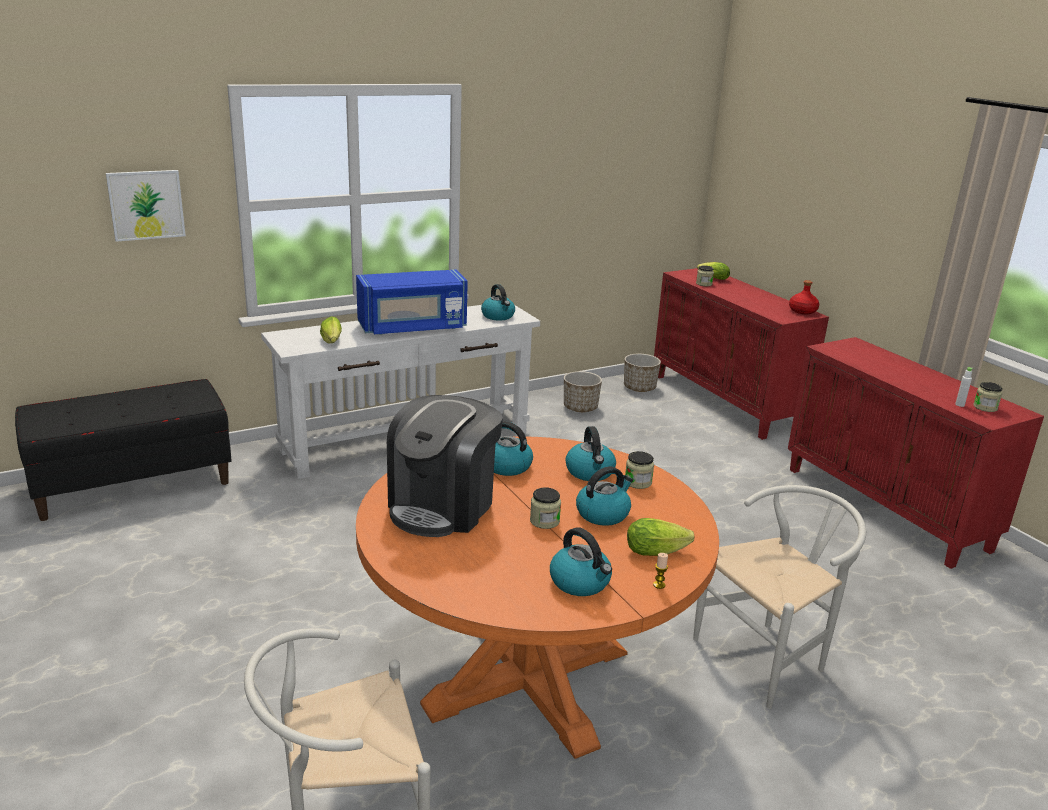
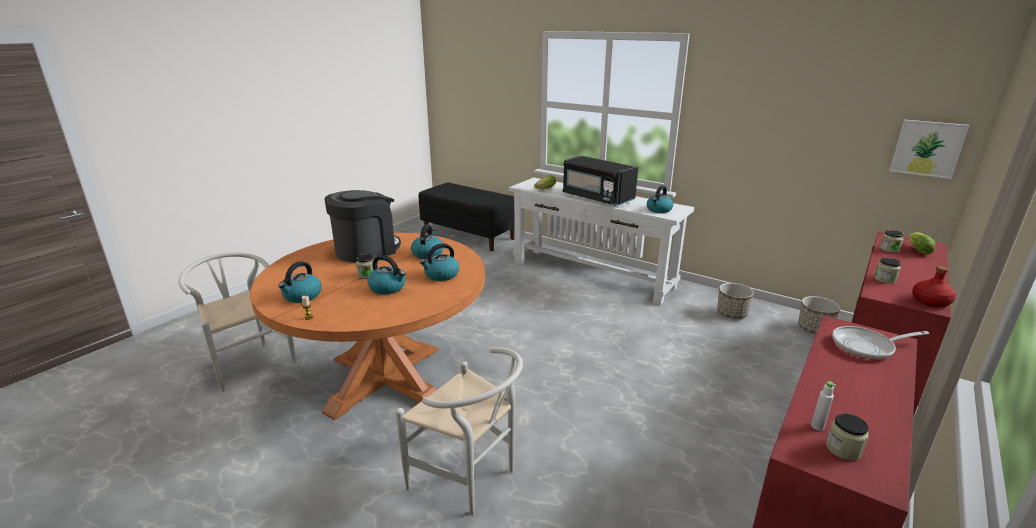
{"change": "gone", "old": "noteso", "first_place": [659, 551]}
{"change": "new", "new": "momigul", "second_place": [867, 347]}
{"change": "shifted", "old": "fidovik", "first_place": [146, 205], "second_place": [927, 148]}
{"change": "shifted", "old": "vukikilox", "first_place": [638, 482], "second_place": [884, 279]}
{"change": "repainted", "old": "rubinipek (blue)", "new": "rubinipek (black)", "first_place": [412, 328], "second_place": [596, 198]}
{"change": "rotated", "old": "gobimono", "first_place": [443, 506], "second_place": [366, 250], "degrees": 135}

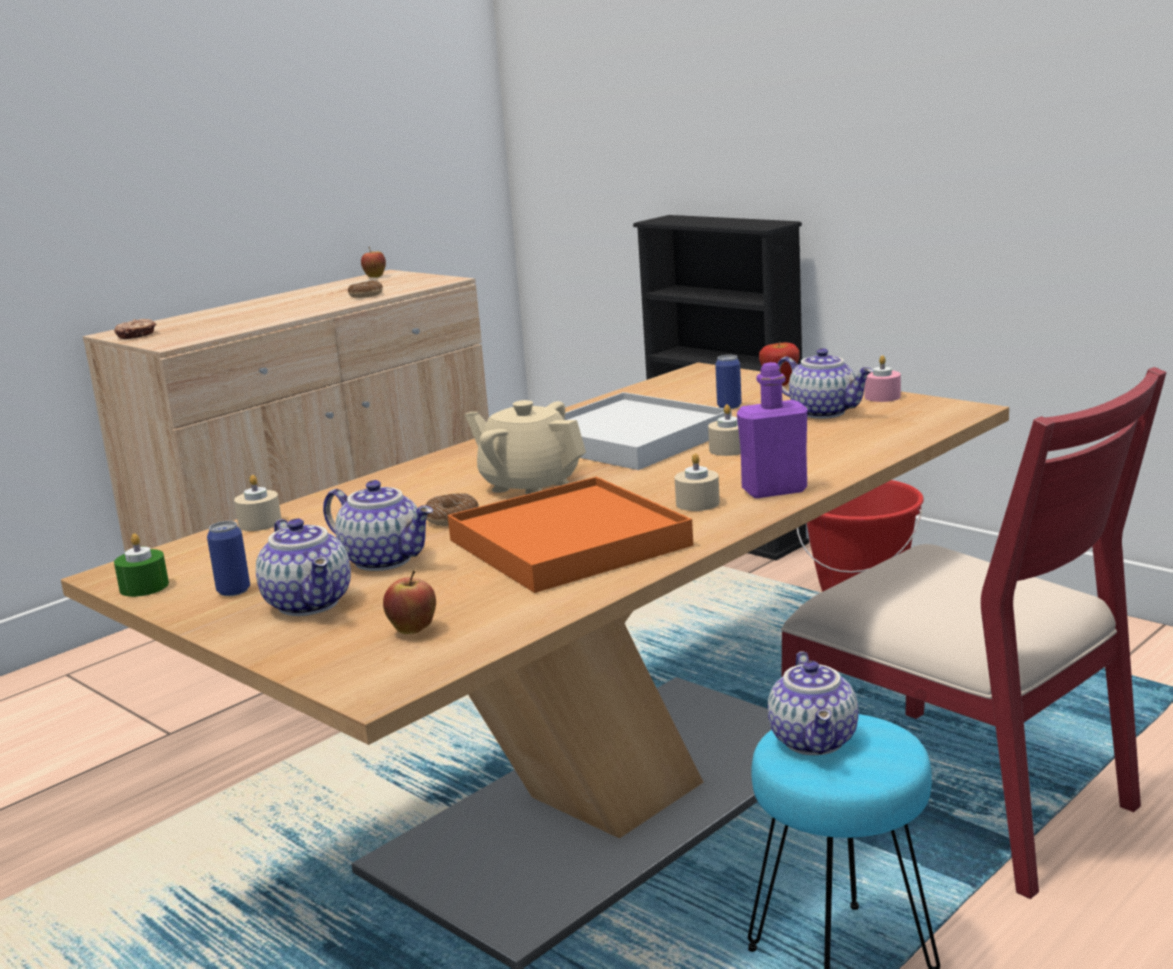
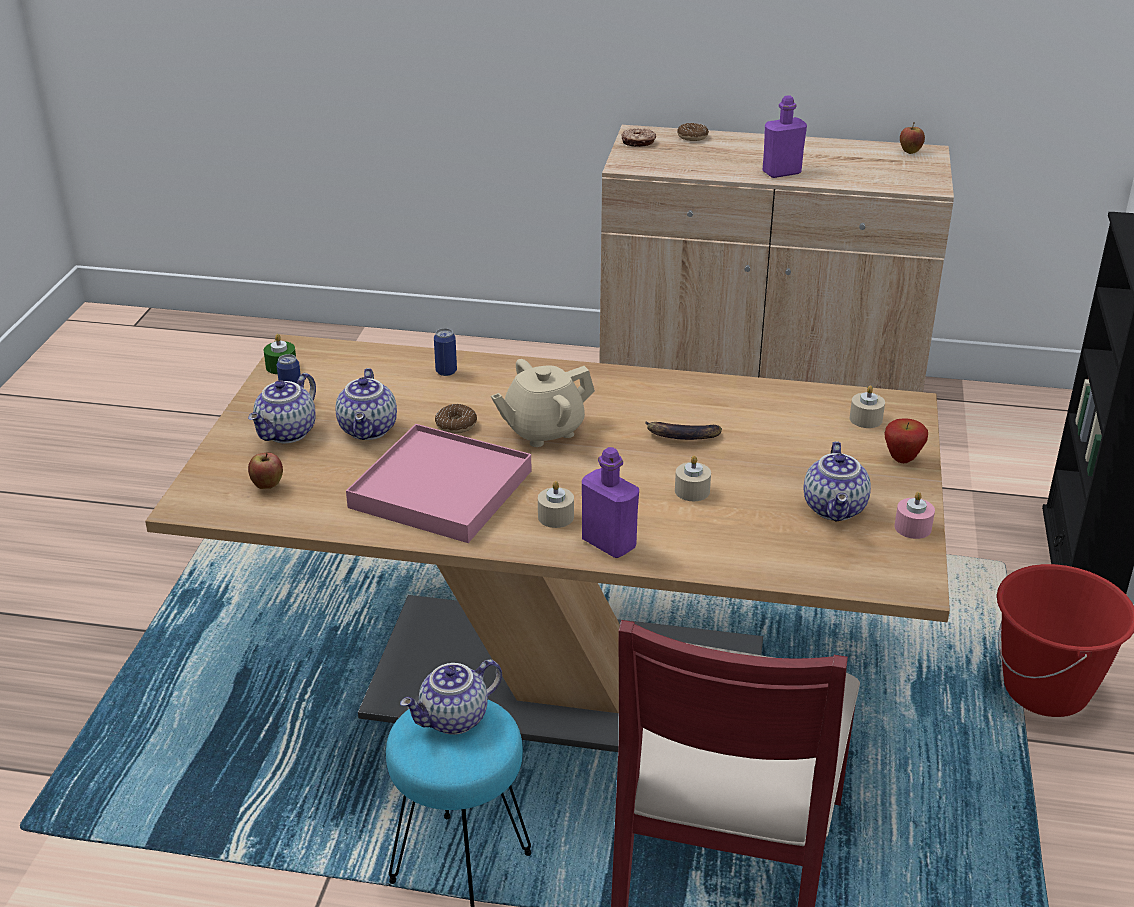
{"change": "new", "new": "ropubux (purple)", "second_place": [781, 172]}
{"change": "shifted", "old": "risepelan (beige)", "first_place": [260, 523], "second_place": [866, 419]}
{"change": "shifted", "old": "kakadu", "first_place": [366, 295], "second_place": [692, 137]}
{"change": "shifted", "old": "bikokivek", "first_place": [729, 406], "second_place": [446, 371]}
{"change": "swapped", "old": "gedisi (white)", "new": "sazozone", "first_place": [631, 439], "second_place": [681, 436]}
{"change": "repainted", "old": "gedisi (orange)", "new": "gedisi (pink)", "first_place": [568, 543], "second_place": [440, 489]}
{"change": "rotated", "old": "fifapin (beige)", "first_place": [529, 485], "second_place": [543, 430], "degrees": -120}

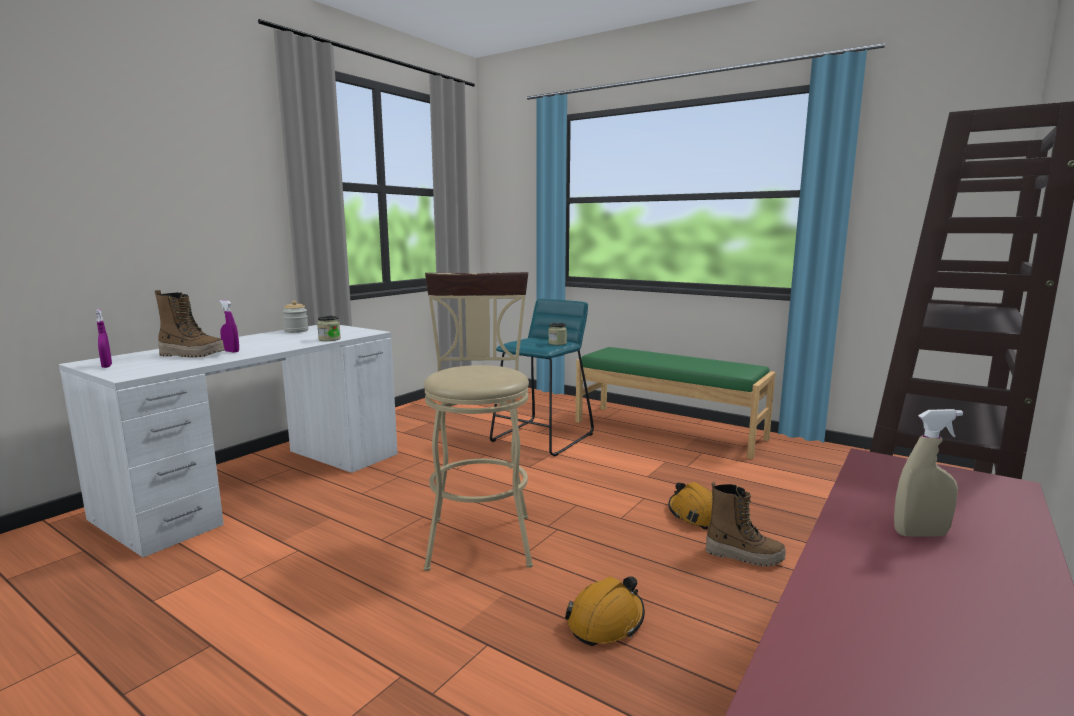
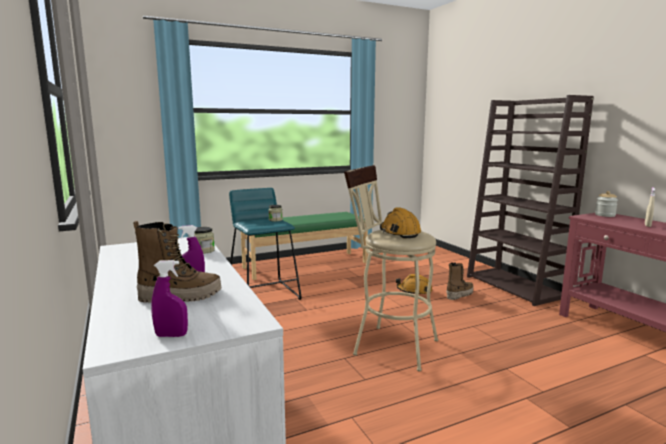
{"change": "shifted", "old": "vukikilox", "first_place": [296, 331], "second_place": [605, 215]}
{"change": "shifted", "old": "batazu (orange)", "first_place": [606, 621], "second_place": [399, 232]}
{"change": "rotated", "old": "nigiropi", "first_place": [192, 355], "second_place": [180, 297], "degrees": 45}

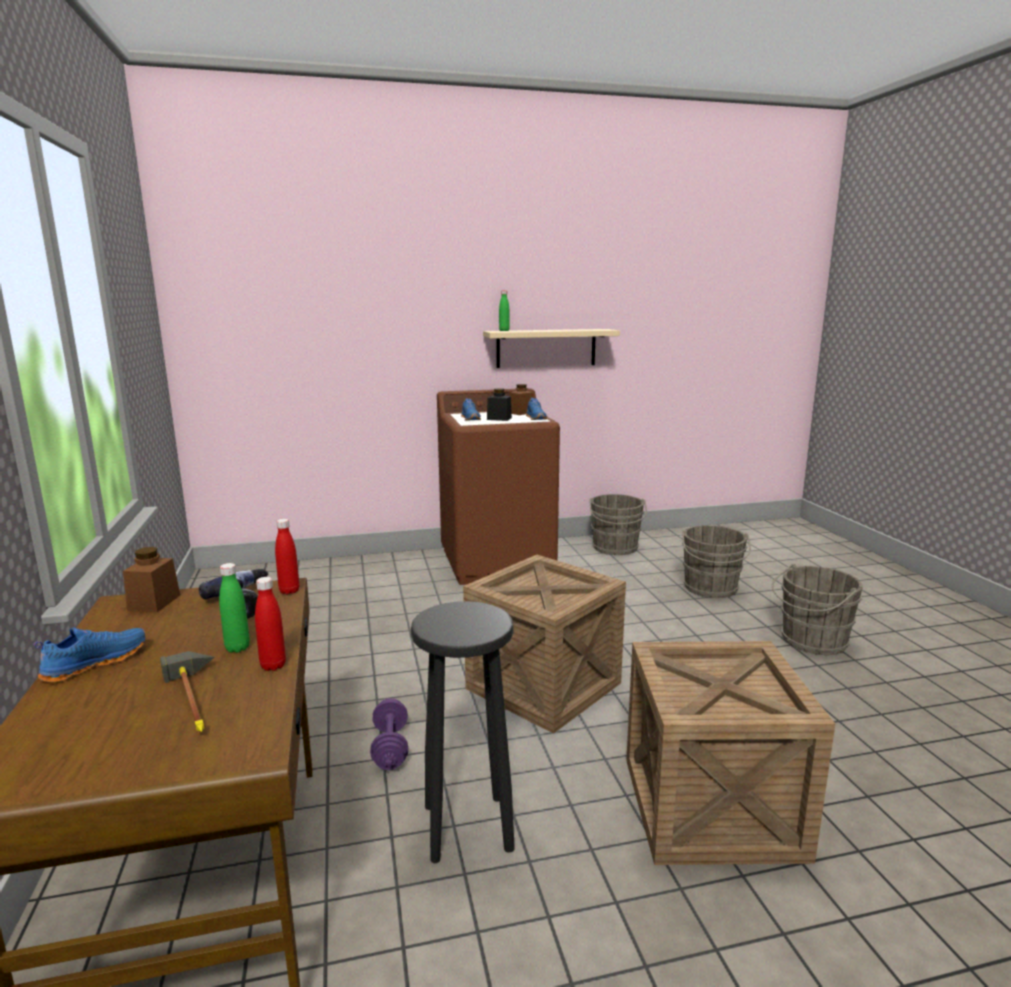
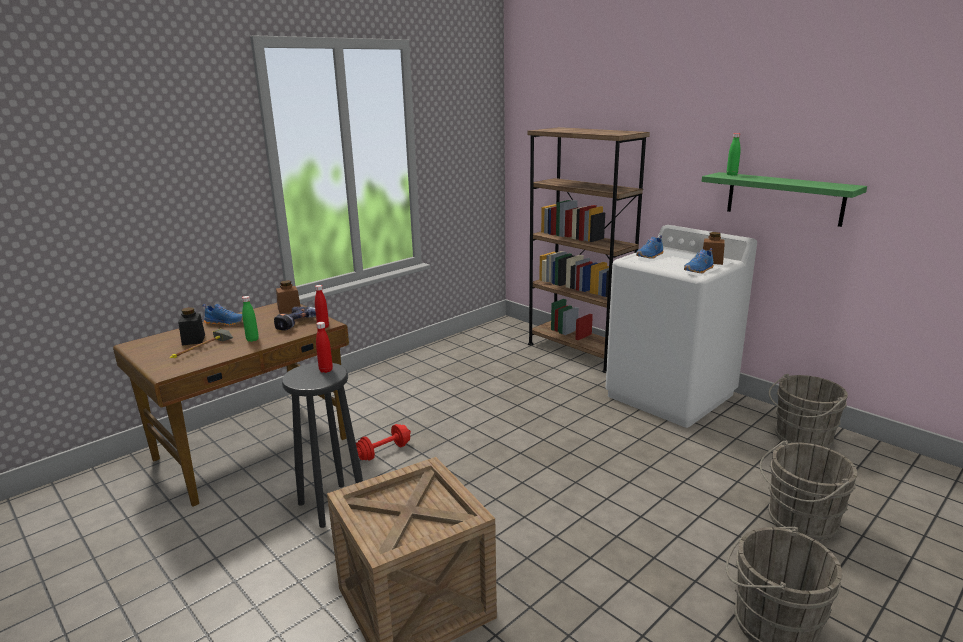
{"change": "gone", "old": "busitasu", "first_place": [543, 686]}
{"change": "new", "new": "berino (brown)", "second_place": [578, 351]}
{"change": "shifted", "old": "ropubux (red)", "first_place": [273, 665], "second_place": [326, 370]}
{"change": "shifted", "old": "vukikilox (black)", "first_place": [499, 418], "second_place": [193, 340]}
{"change": "repainted", "old": "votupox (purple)", "new": "votupox (red)", "first_place": [390, 748], "second_place": [384, 452]}
{"change": "repainted", "old": "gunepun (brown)", "new": "gunepun (white)", "first_place": [497, 562], "second_place": [671, 395]}
{"change": "repainted", "old": "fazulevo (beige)", "new": "fazulevo (green)", "first_place": [546, 348], "second_place": [784, 198]}

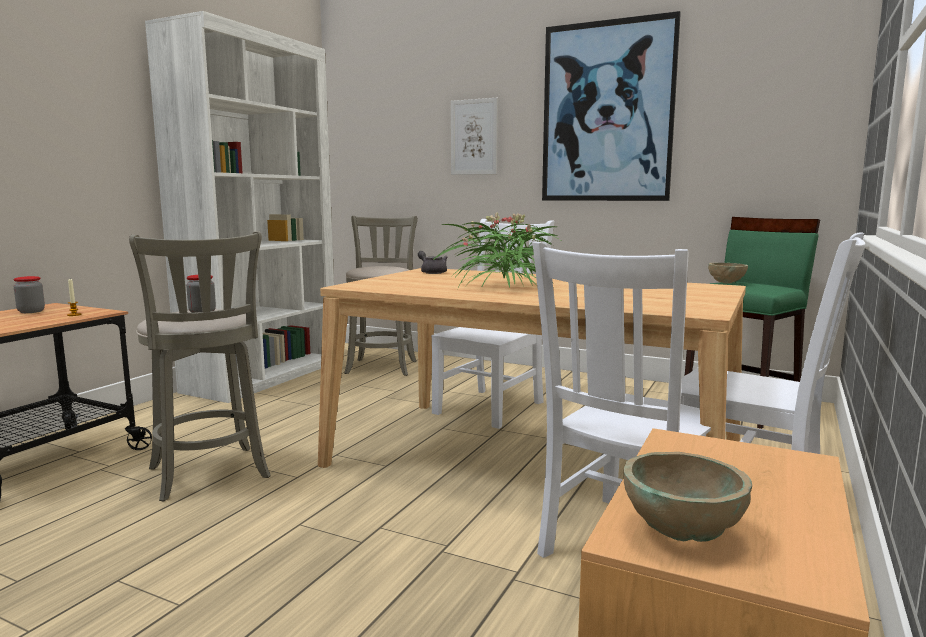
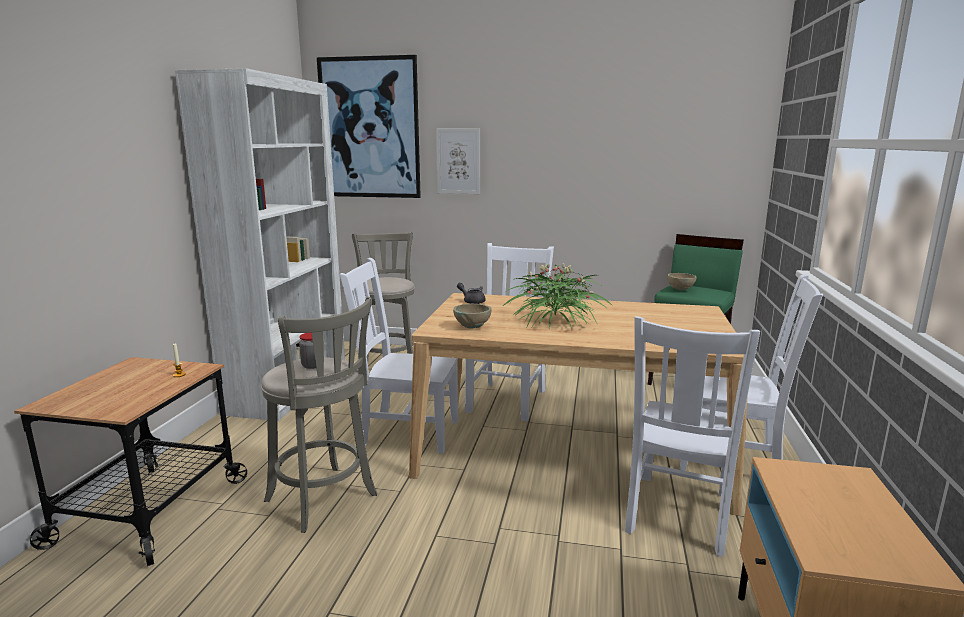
{"change": "gone", "old": "vukikilox", "first_place": [31, 311]}
{"change": "new", "new": "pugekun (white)", "second_place": [406, 432]}
{"change": "shifted", "old": "fidovik", "first_place": [607, 112], "second_place": [370, 128]}
{"change": "shifted", "old": "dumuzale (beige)", "first_place": [680, 532], "second_place": [472, 327]}

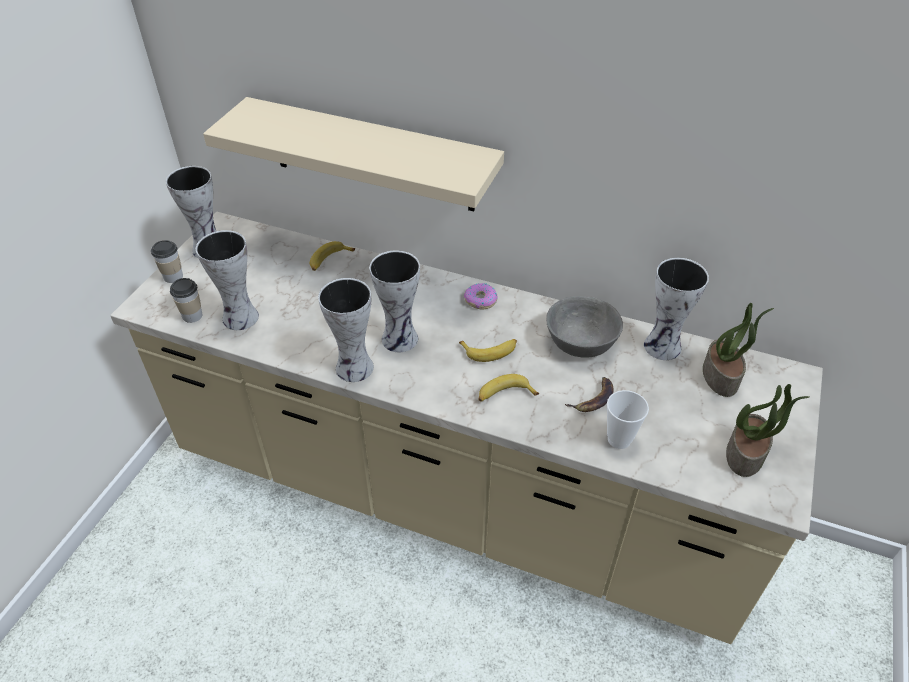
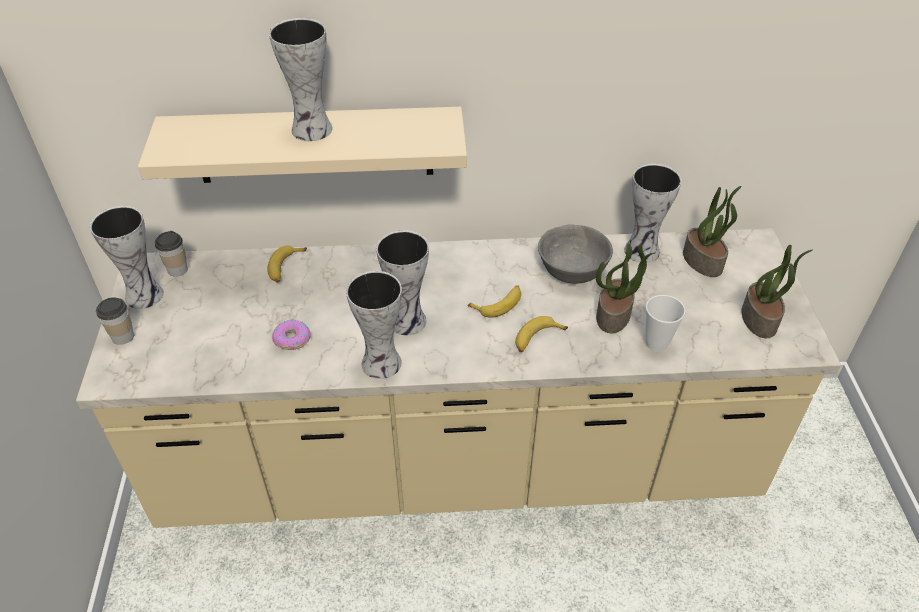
{"change": "shifted", "old": "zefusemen", "first_place": [192, 315], "second_place": [177, 269]}
{"change": "shifted", "old": "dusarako", "first_place": [238, 318], "second_place": [310, 130]}
{"change": "shifted", "old": "kakadu", "first_place": [480, 300], "second_place": [292, 339]}
{"change": "swapped", "old": "sazozone", "new": "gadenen", "first_place": [593, 398], "second_place": [614, 315]}

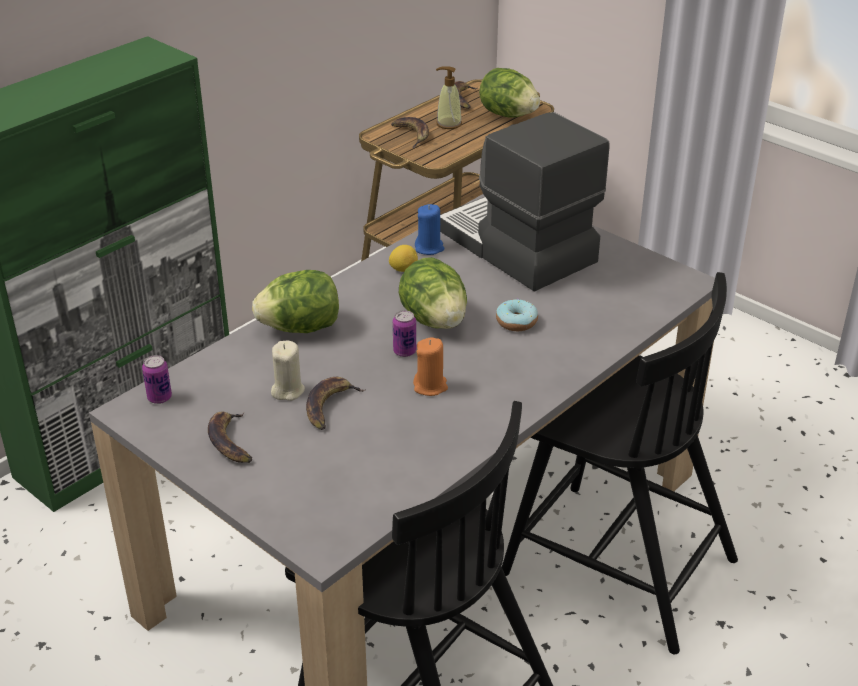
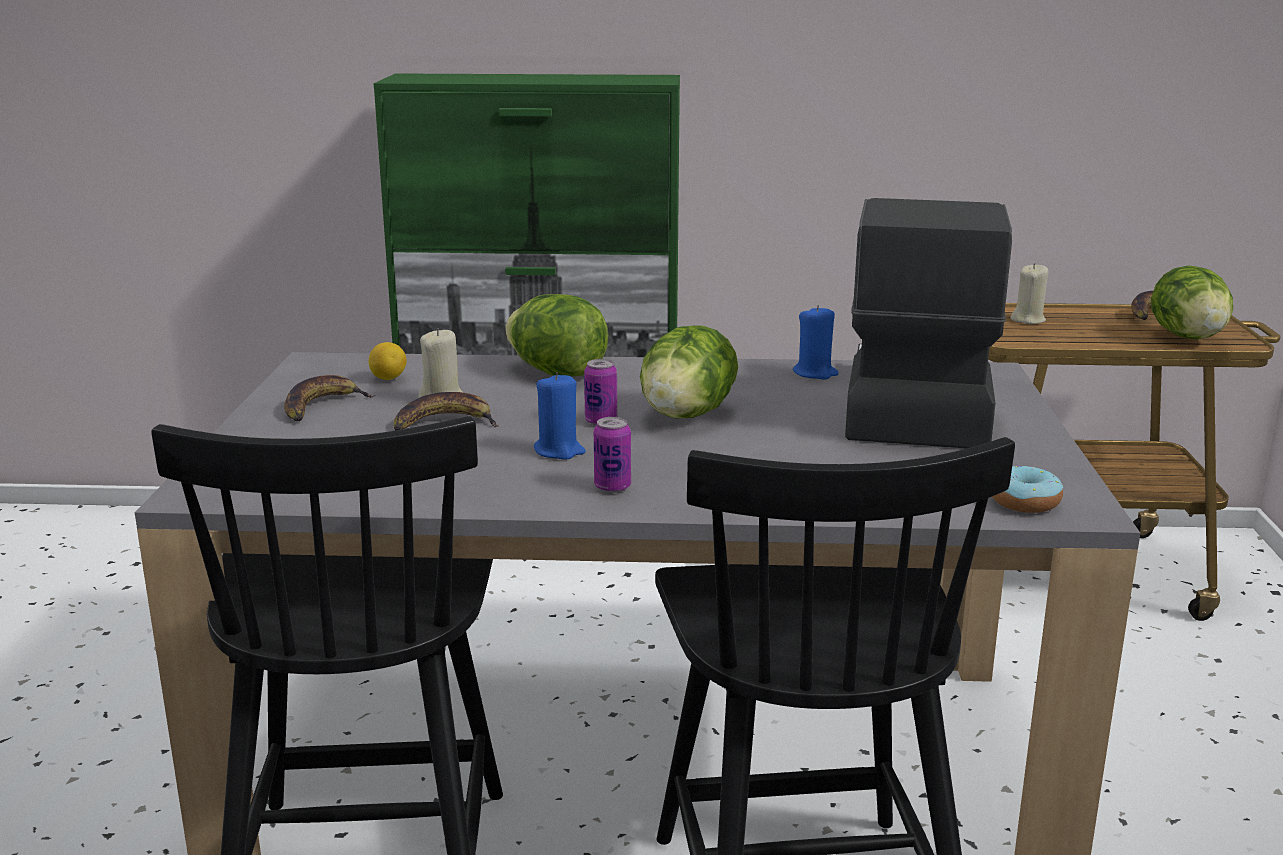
{"change": "gone", "old": "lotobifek", "first_place": [448, 124]}
{"change": "shifted", "old": "bikokivek", "first_place": [159, 398], "second_place": [612, 487]}
{"change": "shifted", "old": "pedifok", "first_place": [403, 269], "second_place": [388, 379]}
{"change": "shifted", "old": "kakadu", "first_place": [516, 322], "second_place": [1024, 502]}
{"change": "swapped", "old": "sazozone", "new": "risepelan (beige)", "first_place": [412, 135], "second_place": [1028, 320]}
{"change": "repainted", "old": "risepelan (orange)", "new": "risepelan (blue)", "first_place": [430, 386], "second_place": [559, 451]}

